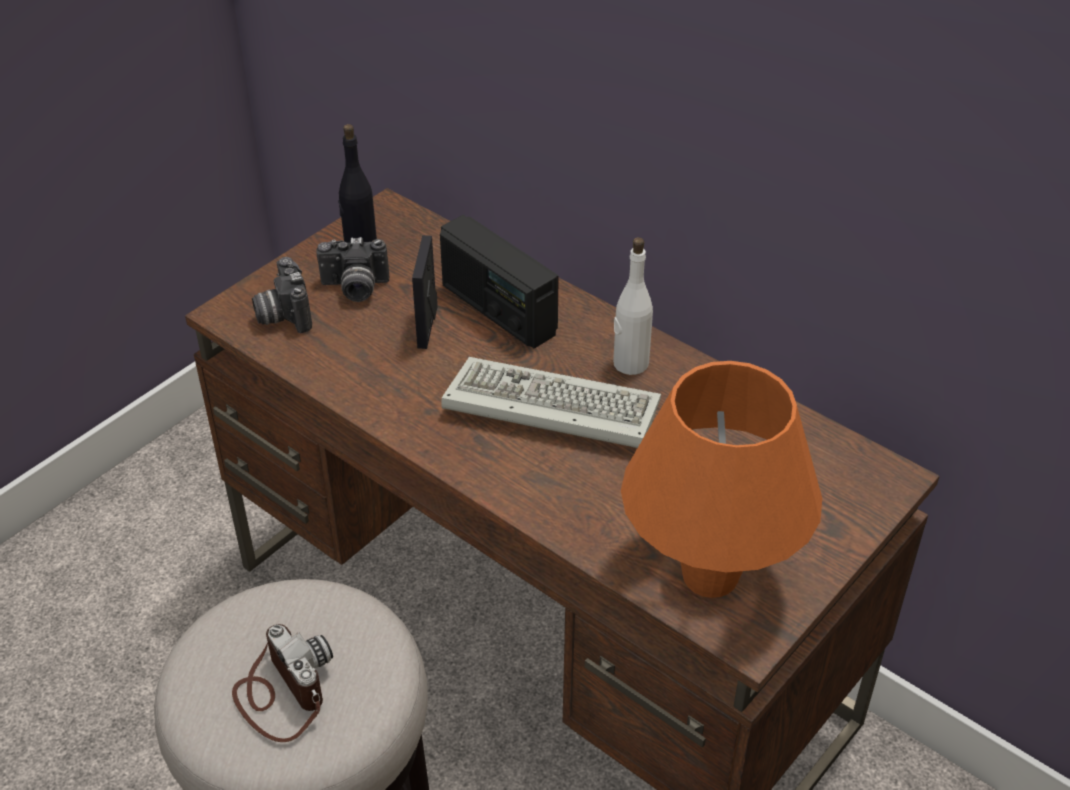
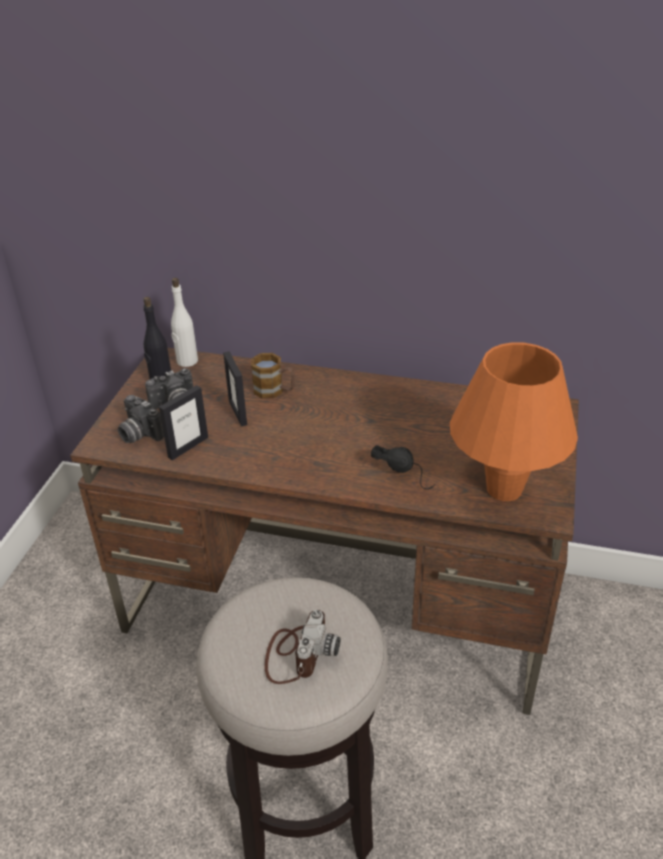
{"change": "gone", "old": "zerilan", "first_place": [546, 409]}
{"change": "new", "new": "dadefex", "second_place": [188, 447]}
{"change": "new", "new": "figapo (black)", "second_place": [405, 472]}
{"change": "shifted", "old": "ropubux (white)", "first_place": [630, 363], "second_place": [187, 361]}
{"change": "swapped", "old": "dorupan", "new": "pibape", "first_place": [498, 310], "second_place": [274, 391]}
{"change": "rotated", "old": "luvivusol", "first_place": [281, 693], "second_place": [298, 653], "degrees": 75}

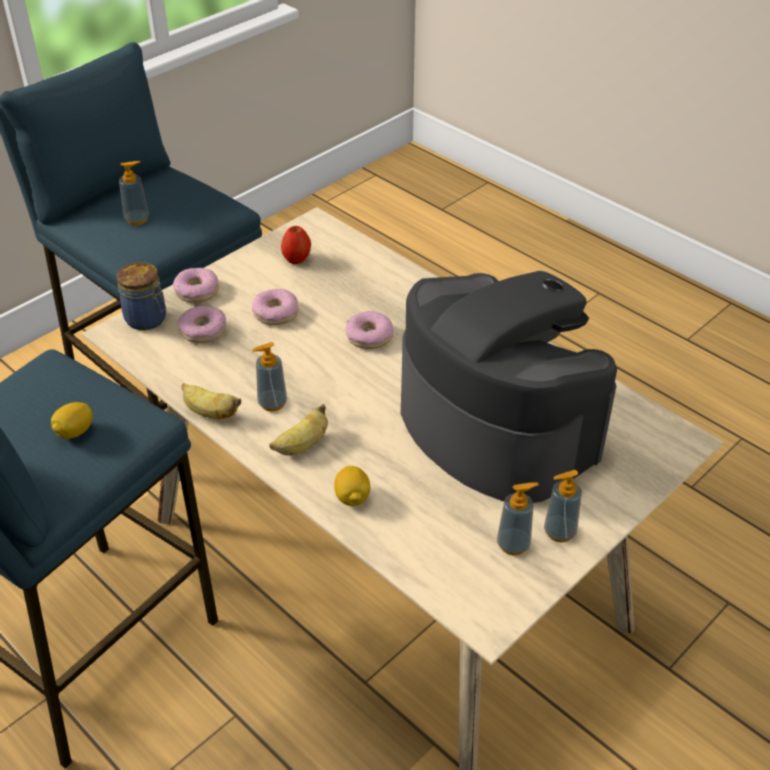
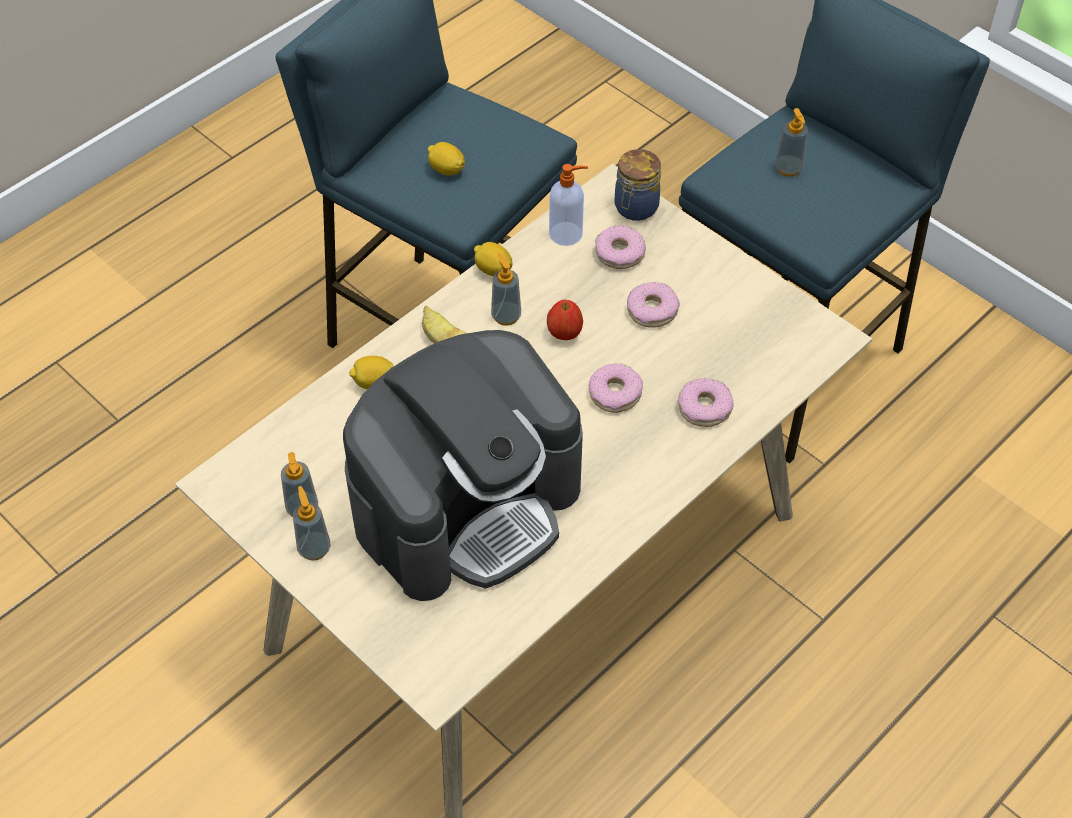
{"change": "new", "new": "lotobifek", "second_place": [567, 234]}
{"change": "shifted", "old": "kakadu", "first_place": [197, 291], "second_place": [704, 408]}
{"change": "shifted", "old": "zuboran", "first_place": [297, 259], "second_place": [564, 334]}
{"change": "swapped", "old": "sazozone", "new": "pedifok", "first_place": [210, 413], "second_place": [493, 270]}

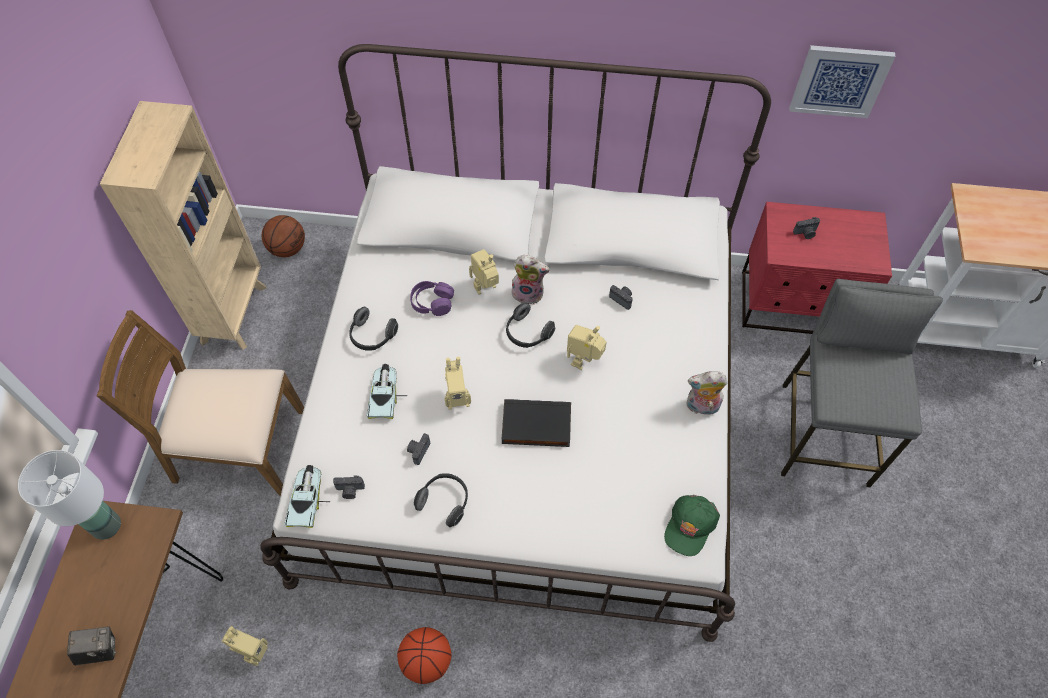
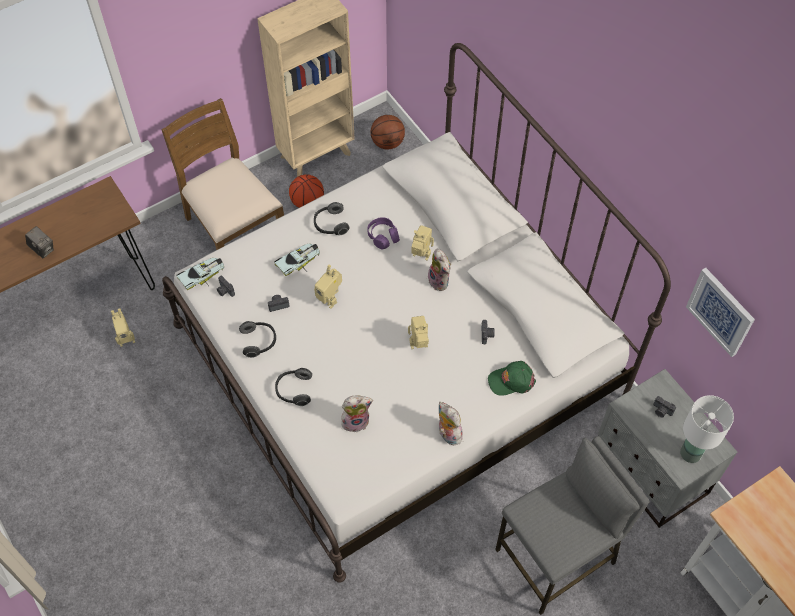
{"change": "gone", "old": "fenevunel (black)", "first_place": [536, 426]}
{"change": "new", "new": "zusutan", "second_place": [356, 420]}
{"change": "shifted", "old": "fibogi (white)", "first_place": [107, 525], "second_place": [691, 453]}
{"change": "shifted", "old": "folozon", "first_place": [426, 660], "second_place": [307, 202]}
{"change": "shifted", "old": "figapo", "first_place": [527, 333], "second_place": [294, 390]}
{"change": "shifted", "old": "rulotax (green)", "first_place": [690, 526], "second_place": [511, 380]}
{"change": "repainted", "old": "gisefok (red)", "new": "gisefok (grey)", "first_place": [796, 305], "second_place": [650, 471]}

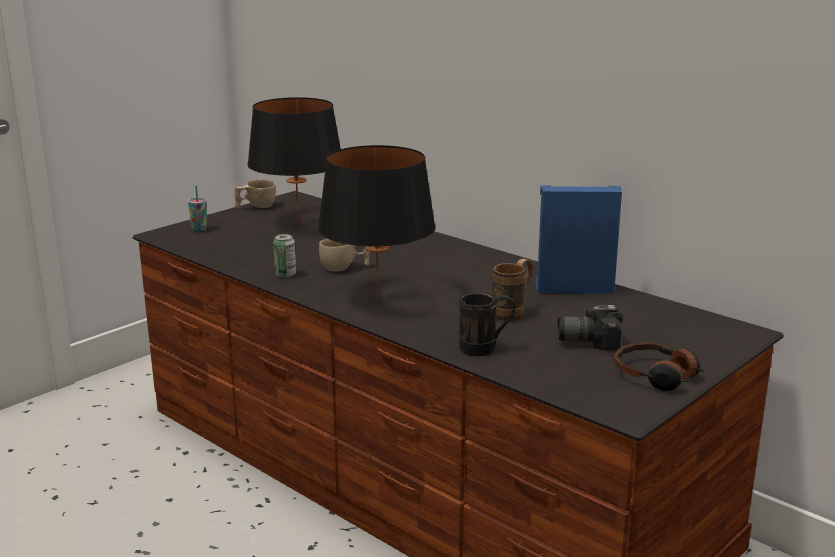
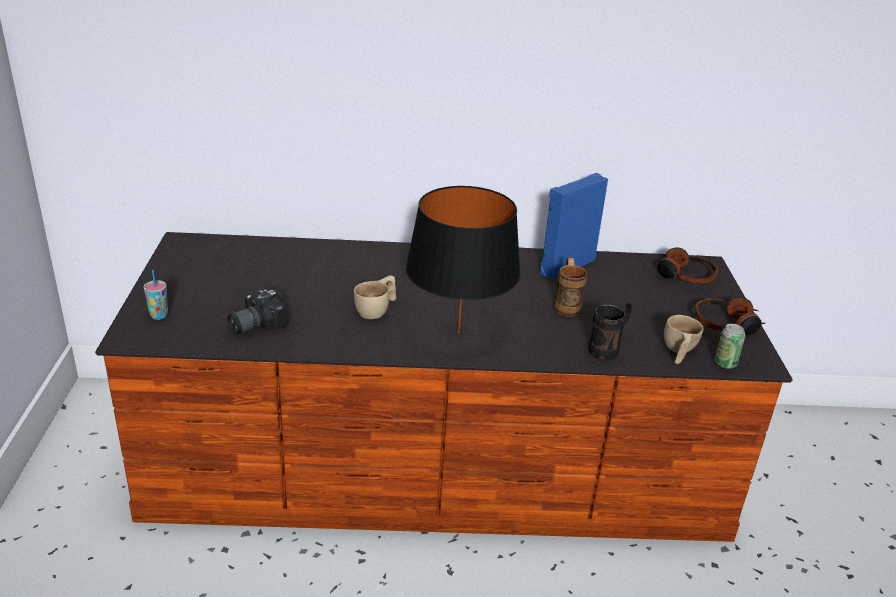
{"change": "gone", "old": "fibogi (black)", "first_place": [298, 222]}
{"change": "new", "new": "figapo", "second_place": [684, 275]}
{"change": "shifted", "old": "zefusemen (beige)", "first_place": [255, 206], "second_place": [678, 352]}
{"change": "shifted", "old": "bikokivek", "first_place": [285, 274], "second_place": [725, 363]}
{"change": "shifted", "old": "luvivusol", "first_place": [587, 340], "second_place": [254, 324]}

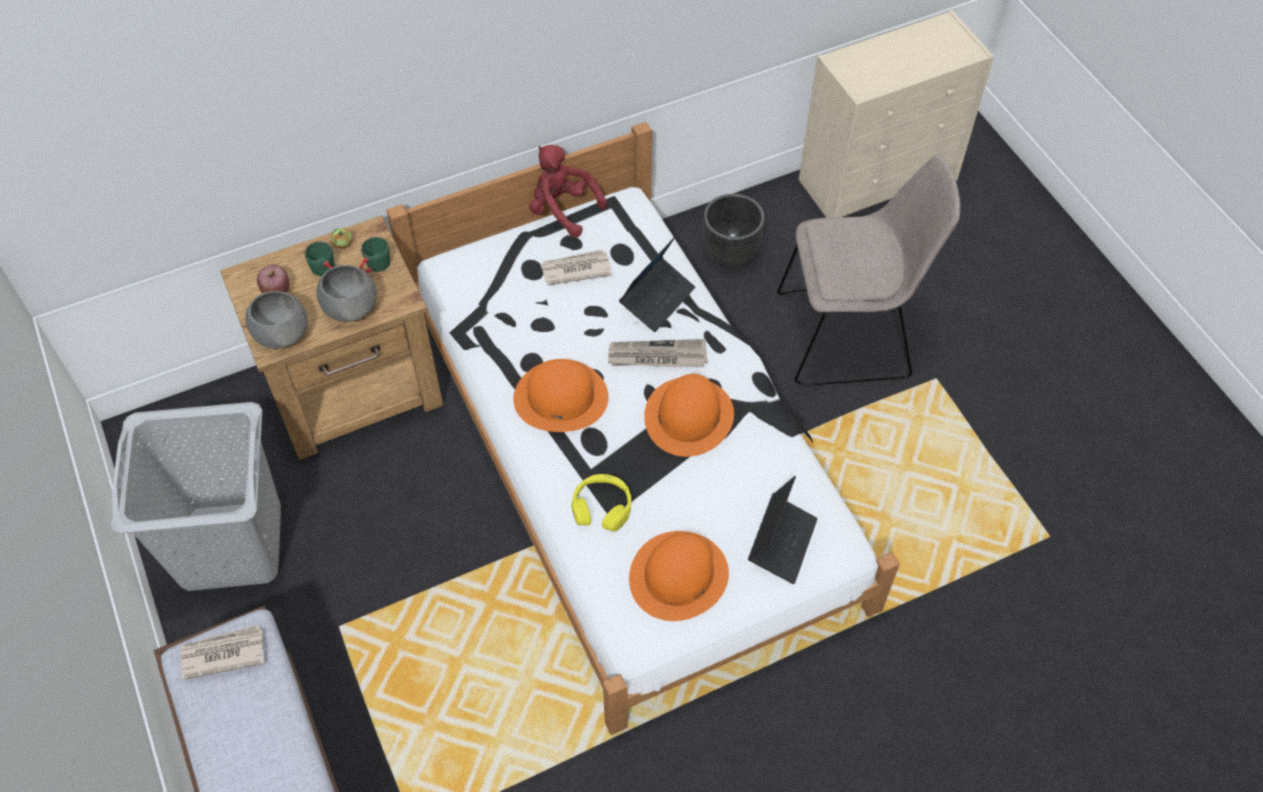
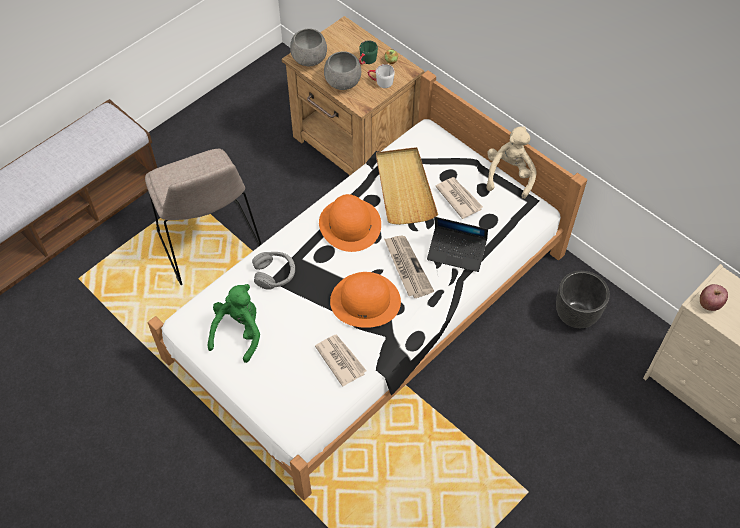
{"change": "gone", "old": "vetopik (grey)", "first_place": [231, 544]}
{"change": "gone", "old": "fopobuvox", "first_place": [782, 542]}
{"change": "new", "new": "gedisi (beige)", "second_place": [404, 187]}
{"change": "shifted", "old": "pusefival", "first_place": [222, 653], "second_place": [340, 360]}
{"change": "shifted", "old": "zuboran", "first_place": [276, 291], "second_place": [709, 304]}
{"change": "shifted", "old": "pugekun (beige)", "first_place": [849, 334], "second_place": [210, 243]}
{"change": "swapped", "old": "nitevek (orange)", "new": "zusutan (green)", "first_place": [679, 575], "second_place": [239, 332]}
{"change": "repainted", "old": "pibape (green)", "new": "pibape (white)", "first_place": [375, 267], "second_place": [380, 82]}
{"change": "repainted", "old": "zusutan (red)", "new": "zusutan (beige)", "first_place": [562, 209], "second_place": [509, 175]}
{"change": "repainted", "old": "figapo (yellow)", "new": "figapo (grey)", "first_place": [602, 507], "second_place": [274, 274]}

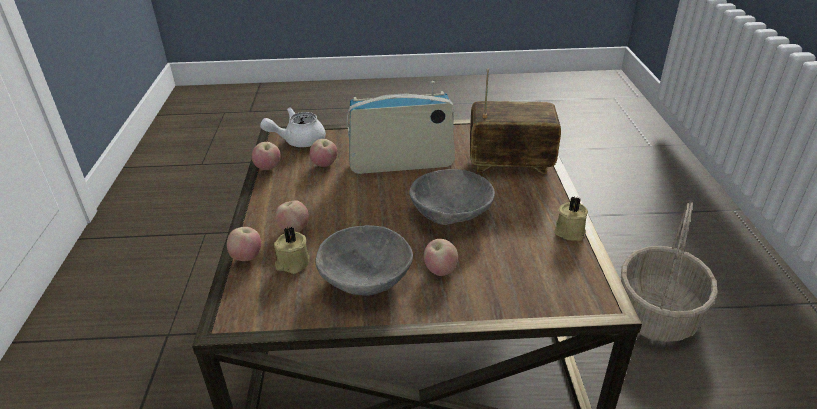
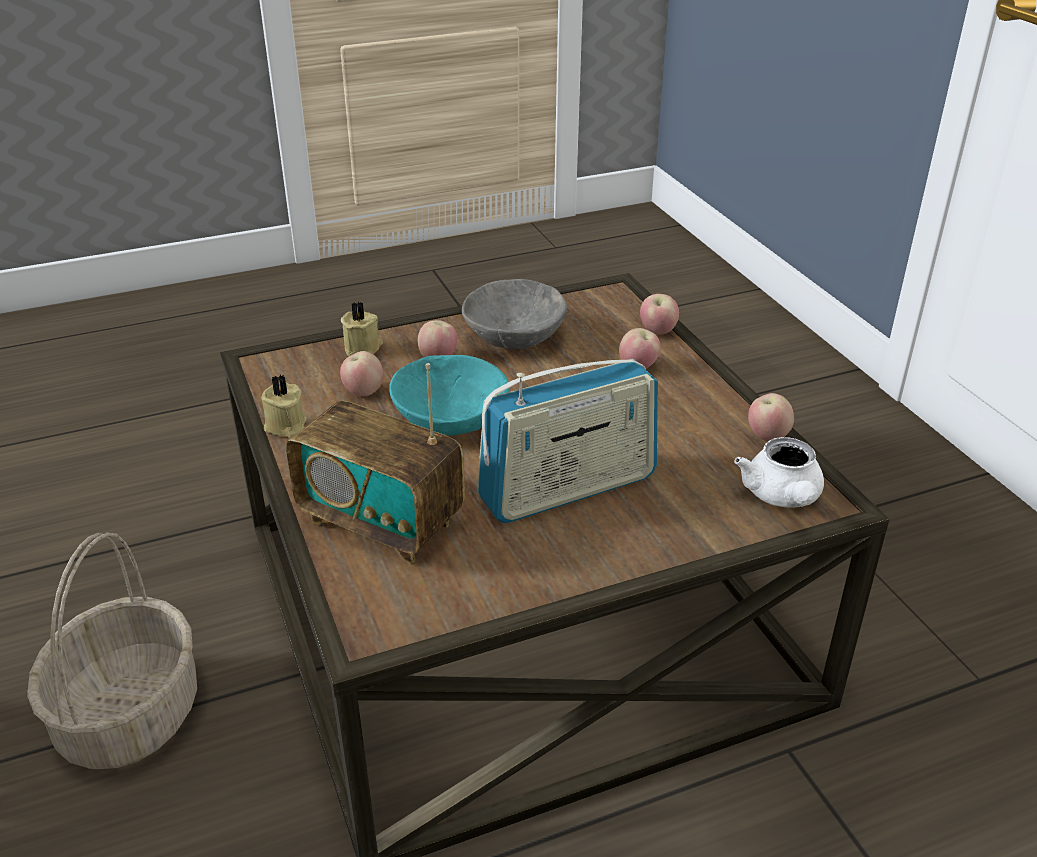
{"change": "shifted", "old": "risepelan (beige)", "first_place": [292, 263], "second_place": [364, 348]}
{"change": "shifted", "old": "zuboran", "first_place": [324, 165], "second_place": [364, 392]}
{"change": "repainted", "old": "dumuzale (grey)", "new": "dumuzale (turquoise)", "first_place": [452, 215], "second_place": [448, 420]}
{"change": "rotated", "old": "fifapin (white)", "first_place": [298, 141], "second_place": [782, 497], "degrees": 135}
{"change": "rotated", "old": "dorupan", "first_place": [510, 164], "second_place": [381, 522], "degrees": 45}

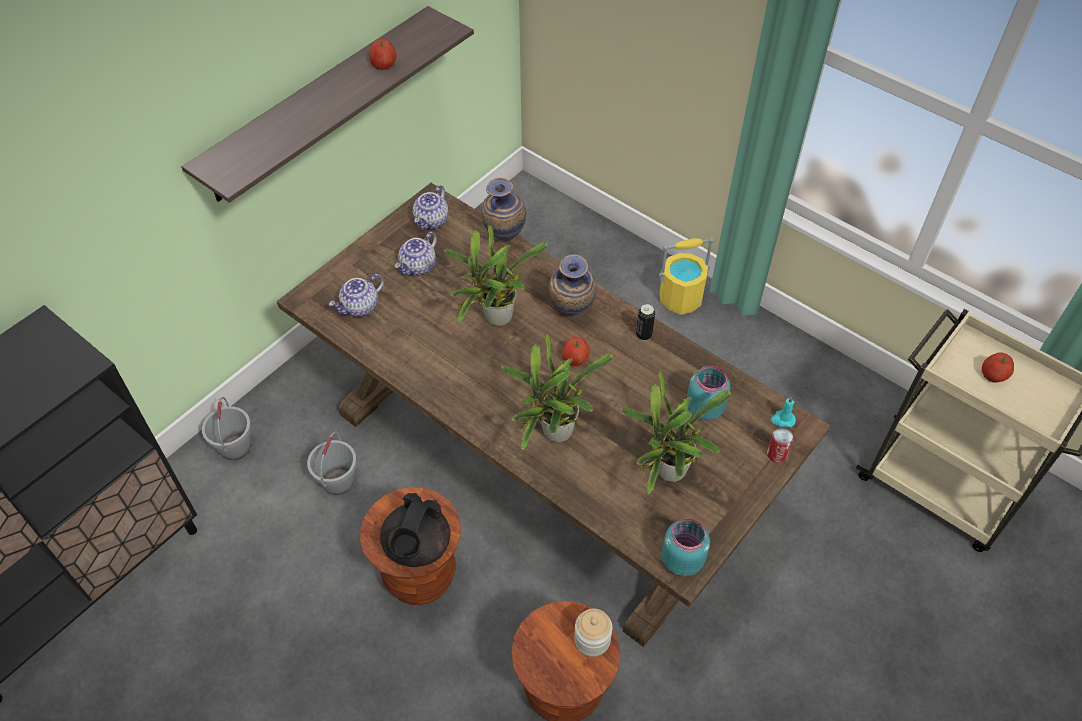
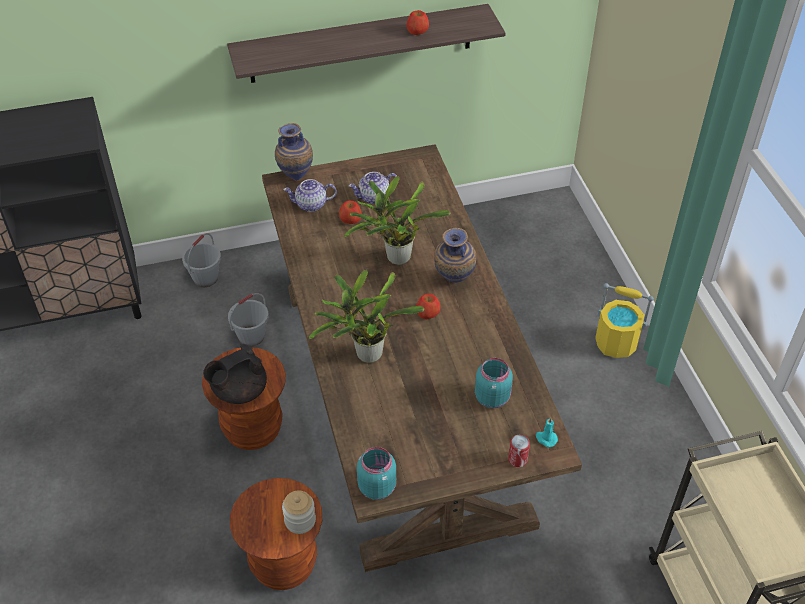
{"change": "gone", "old": "fifapin", "first_place": [432, 221]}
{"change": "gone", "old": "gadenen", "first_place": [667, 473]}
{"change": "gone", "old": "bikokivek", "first_place": [643, 335]}
{"change": "shifted", "old": "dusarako", "first_place": [504, 237], "second_place": [296, 177]}
{"change": "shifted", "old": "zuboran", "first_place": [993, 375], "second_place": [350, 219]}

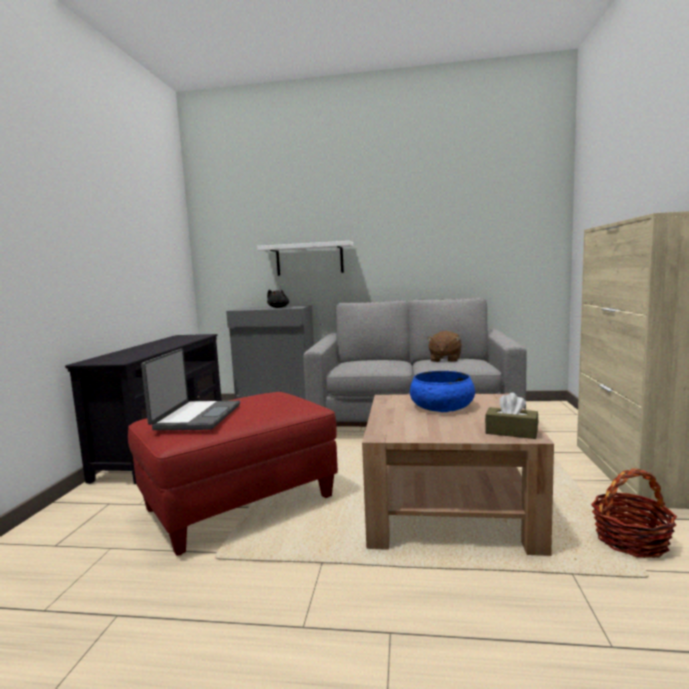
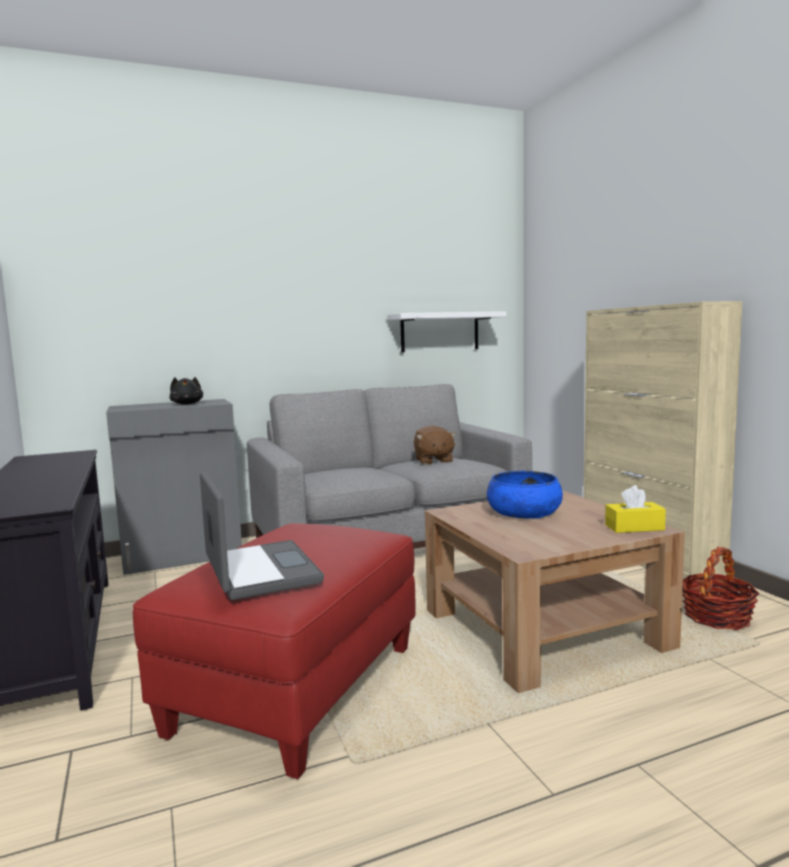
{"change": "shifted", "old": "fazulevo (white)", "first_place": [309, 259], "second_place": [440, 332]}
{"change": "repainted", "old": "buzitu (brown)", "new": "buzitu (yellow)", "first_place": [511, 432], "second_place": [634, 527]}

